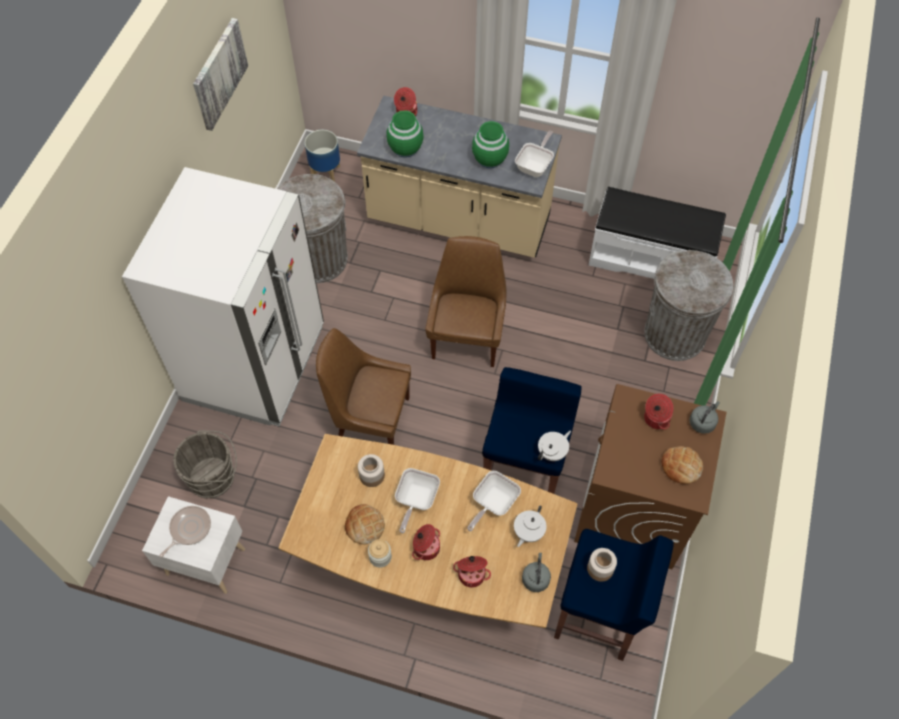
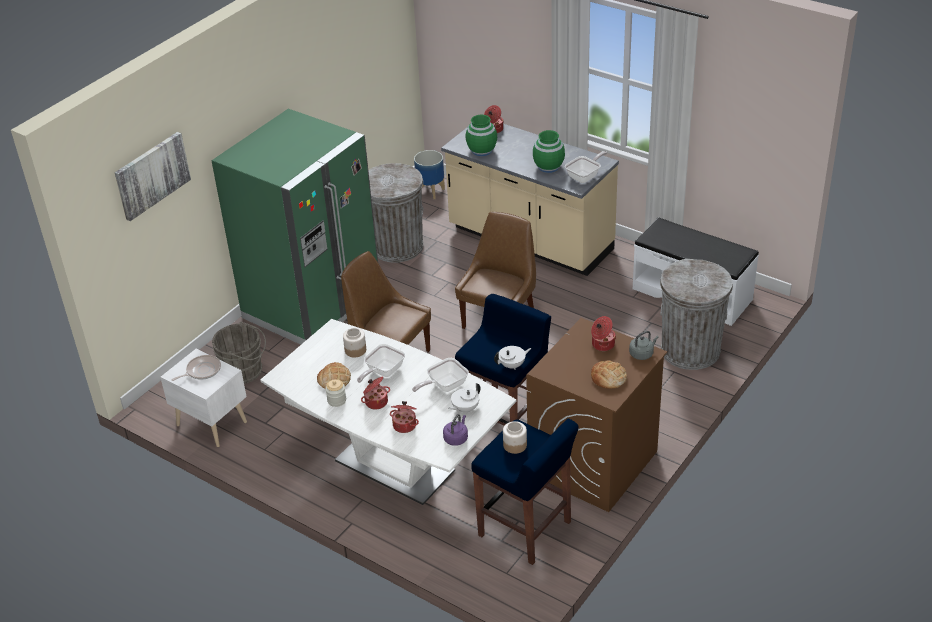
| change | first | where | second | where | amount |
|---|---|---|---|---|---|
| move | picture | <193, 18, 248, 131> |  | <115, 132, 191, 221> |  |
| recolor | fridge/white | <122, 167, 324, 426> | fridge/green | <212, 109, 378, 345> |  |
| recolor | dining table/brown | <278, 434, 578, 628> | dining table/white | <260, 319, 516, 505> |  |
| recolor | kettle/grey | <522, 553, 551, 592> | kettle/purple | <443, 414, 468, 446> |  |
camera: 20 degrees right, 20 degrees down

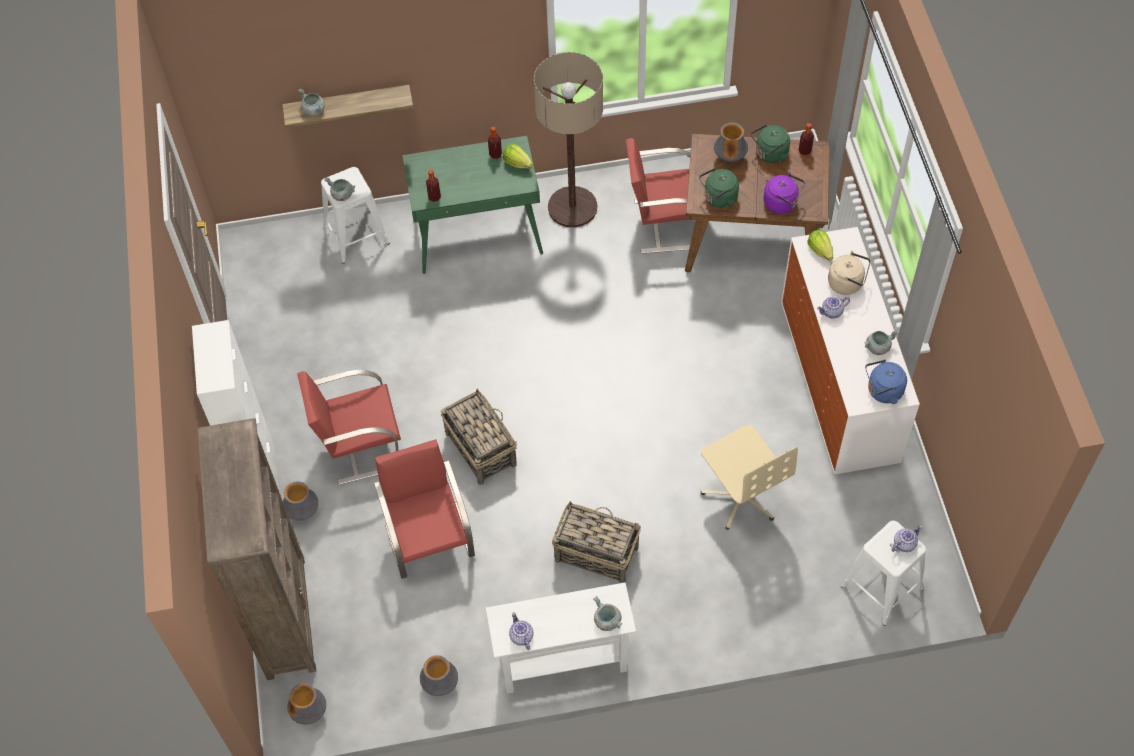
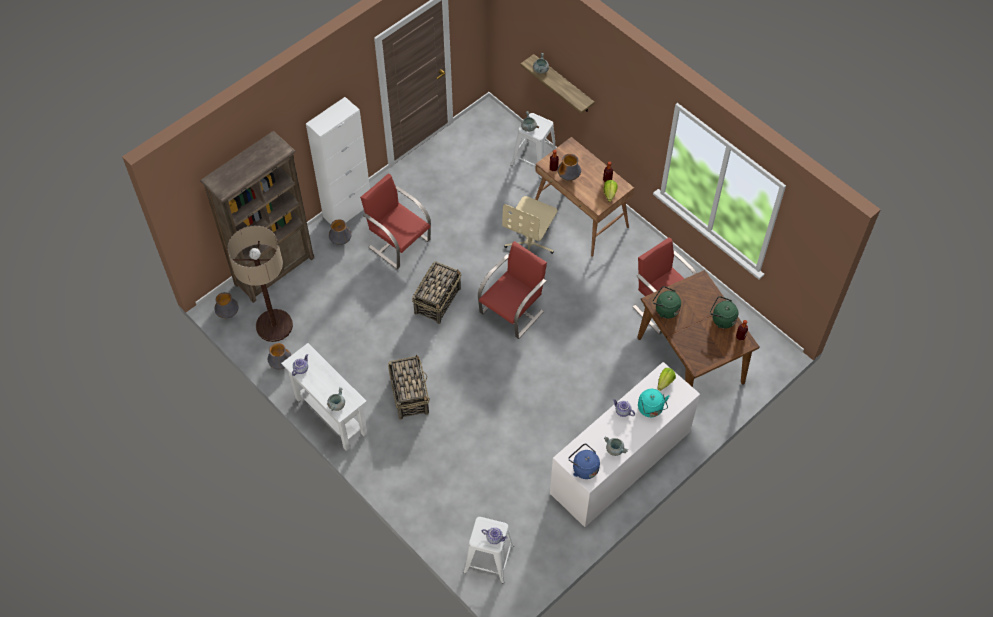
| change | first | where | second | where | amount |
|---|---|---|---|---|---|
| move | floor lamp | <534, 52, 603, 228> |  | <227, 225, 293, 342> |  |
| move | chair/red | <374, 439, 475, 579> |  | <478, 241, 547, 339> |  |
| move | office chair/beige | <701, 425, 798, 530> |  | <502, 196, 558, 254> |  |
| recolor | desk/green | <402, 136, 543, 274> | desk/brown | <535, 137, 634, 257> |  |
| move | vase | <714, 122, 748, 162> |  | <557, 154, 581, 181> |  |
| recolor | kettle/beige | <828, 251, 871, 295> | kettle/turquoise | <638, 389, 669, 417> |  |
| delete | kettle/purple | <763, 172, 805, 214> |  |  |  |
camera: 55 degrees right, 0 degrees up

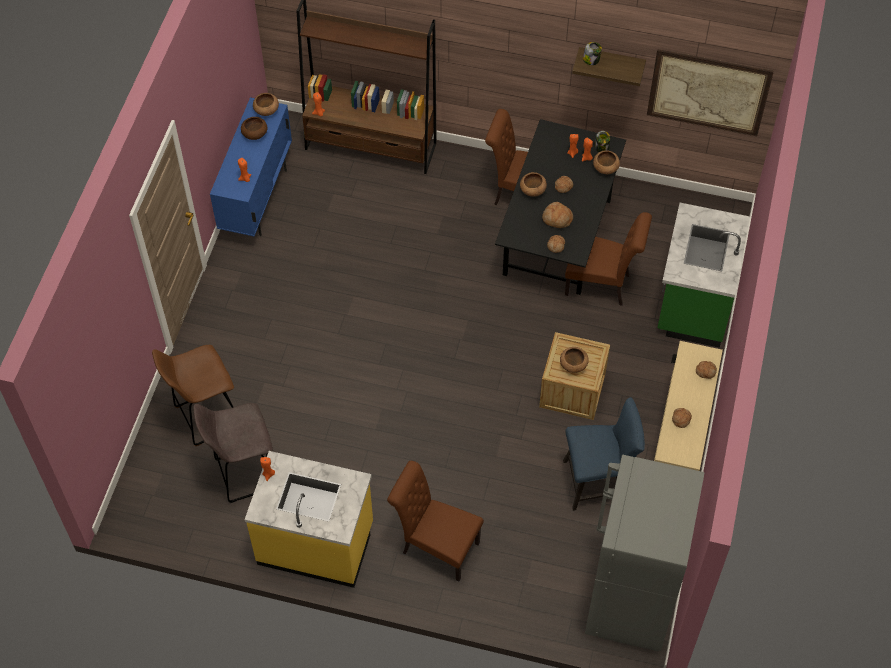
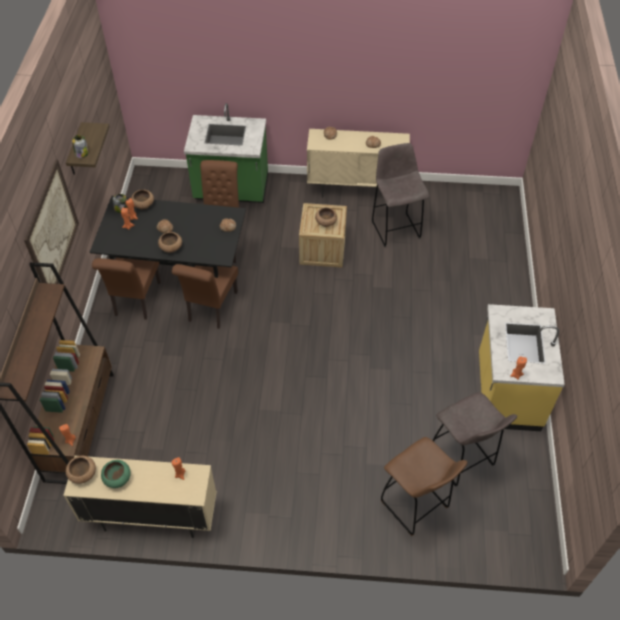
| change | first | where | second | where | amount |
|---|---|---|---|---|---|
| move | picture | <647, 49, 774, 136> |  | <24, 159, 79, 284> |  |
| recolor | cabinet/blue | <210, 98, 292, 236> | cabinet/beige | <63, 456, 217, 538> |  |
| recolor | bowl/brown | <241, 117, 267, 140> | bowl/green | <101, 460, 131, 488> |  |
| move | chair/brown | <387, 461, 484, 581> |  | <172, 264, 238, 329> |  |
| replace | chair/blue | <563, 397, 645, 511> | stool/grey | <372, 143, 429, 247> |  |
| delete | bread | <542, 202, 573, 228> |  |  |  |
| delete | fridge/grey | <585, 454, 705, 651> |  |  |  |
camera: 100 degrees left, 5 degrees down

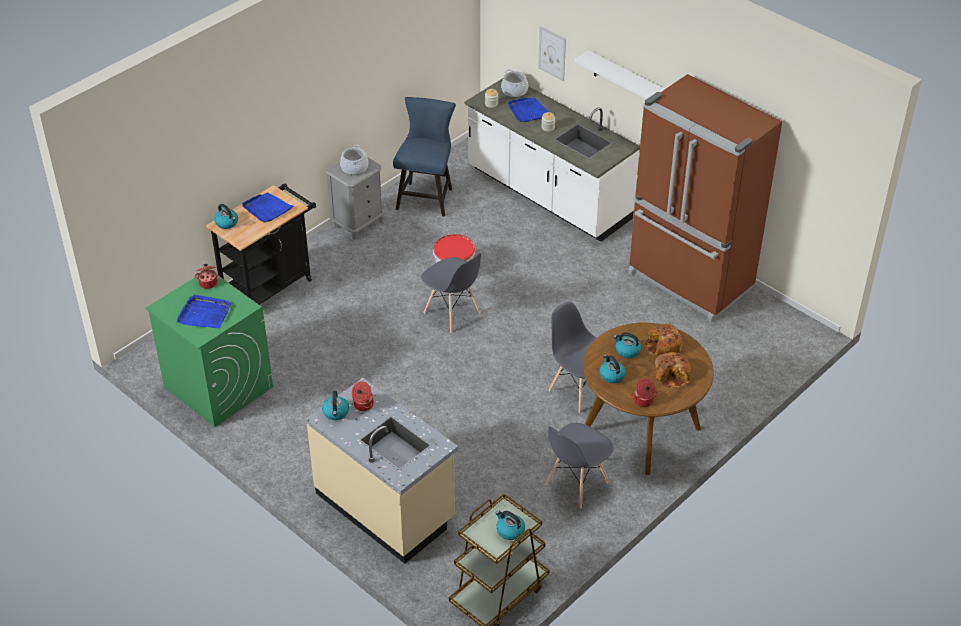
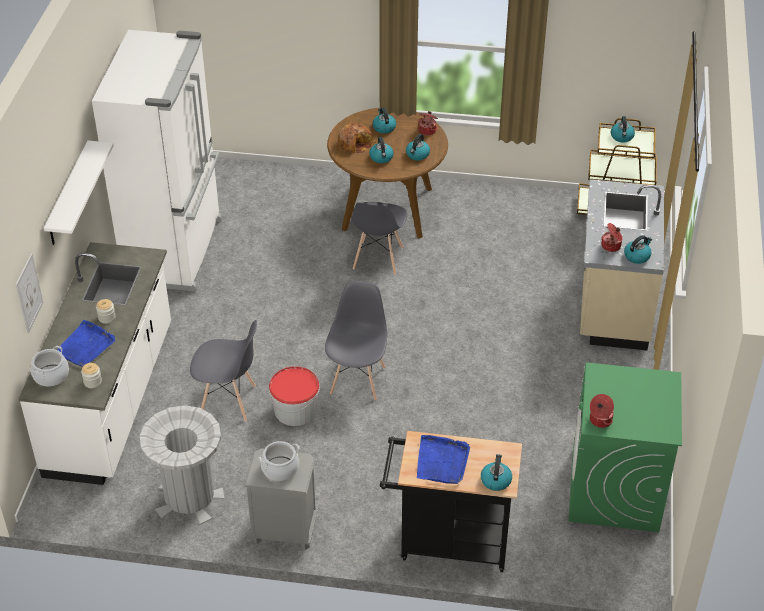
| change | first | where | second | where | amount |
|---|---|---|---|---|---|
| recolor | fridge/brown | <628, 74, 782, 322> | fridge/white | <92, 30, 222, 292> |  |
| replace | chair/blue | <393, 97, 456, 216> | trash can/grey | <140, 405, 224, 525> |  |
| move | chair/grey | <545, 423, 614, 509> |  | <190, 320, 257, 422> |  |
| replace | bread | <654, 352, 691, 388> | kettle | <373, 108, 396, 134> |  |
| delete | tray/blue | <177, 295, 231, 328> |  |  |  |
camera: 125 degrees left, 0 degrees up

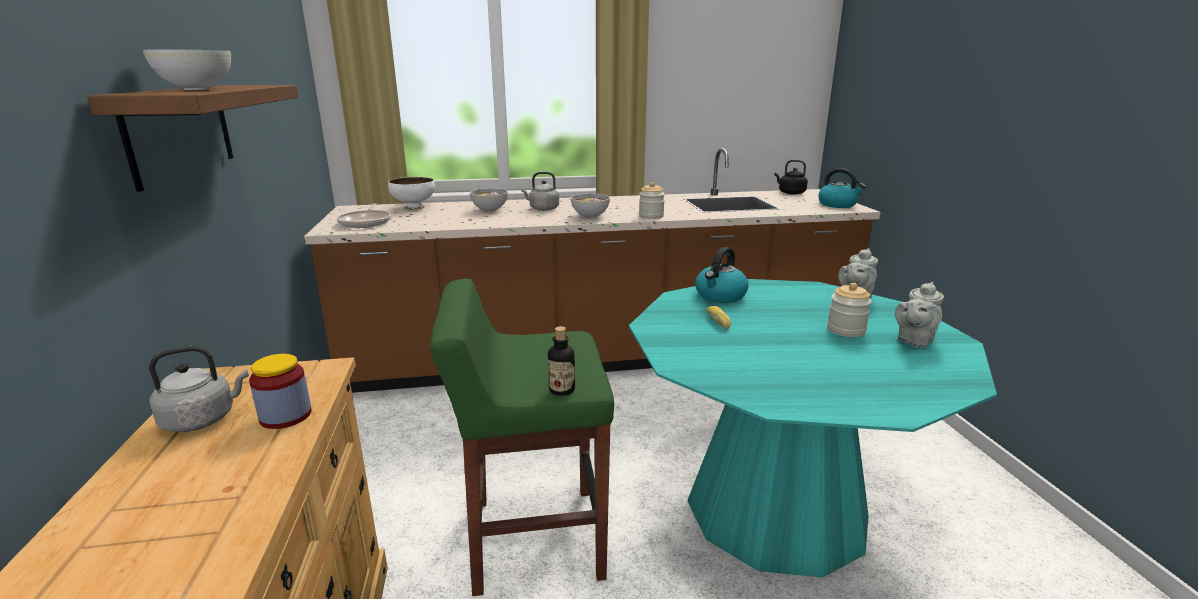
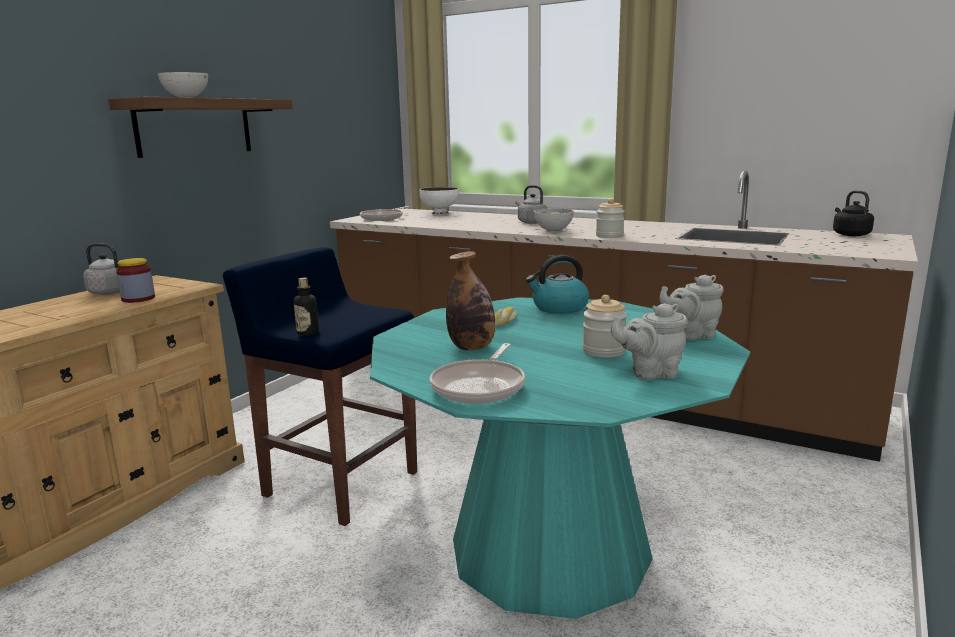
| change | first | where | second | where | amount |
|---|---|---|---|---|---|
| recolor | stool/green | <430, 278, 614, 596> | stool/blue | <223, 247, 417, 526> |  |
| insert |  |  | frying pan | <429, 343, 525, 404> |  |
| insert |  |  | bottle | <446, 251, 495, 350> |  |
| delete | bowl | <470, 188, 508, 212> |  |  |  |
| delete | kettle | <819, 168, 866, 208> |  |  |  |
camera: 40 degrees right, 5 degrees down

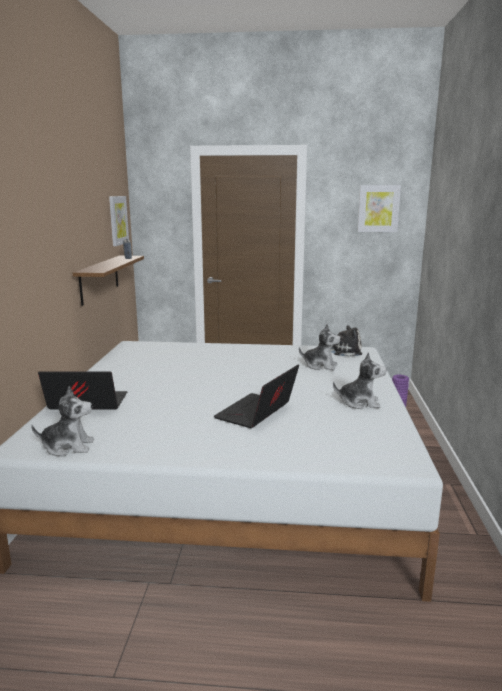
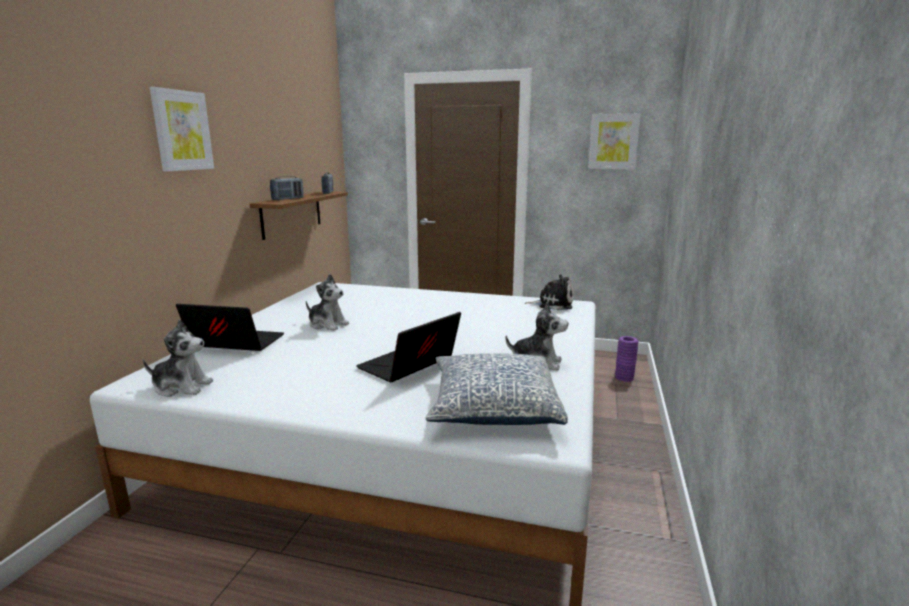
| change | first | where | second | where | amount |
|---|---|---|---|---|---|
| move | picture | <109, 196, 129, 246> |  | <149, 87, 214, 172> |  |
| insert |  |  | radio | <270, 176, 303, 200> |  |
| move | plush toy | <299, 324, 341, 370> |  | <306, 274, 349, 331> |  |
| insert |  |  | pillow | <425, 353, 568, 425> |  |
camera: 10 degrees right, 0 degrees up

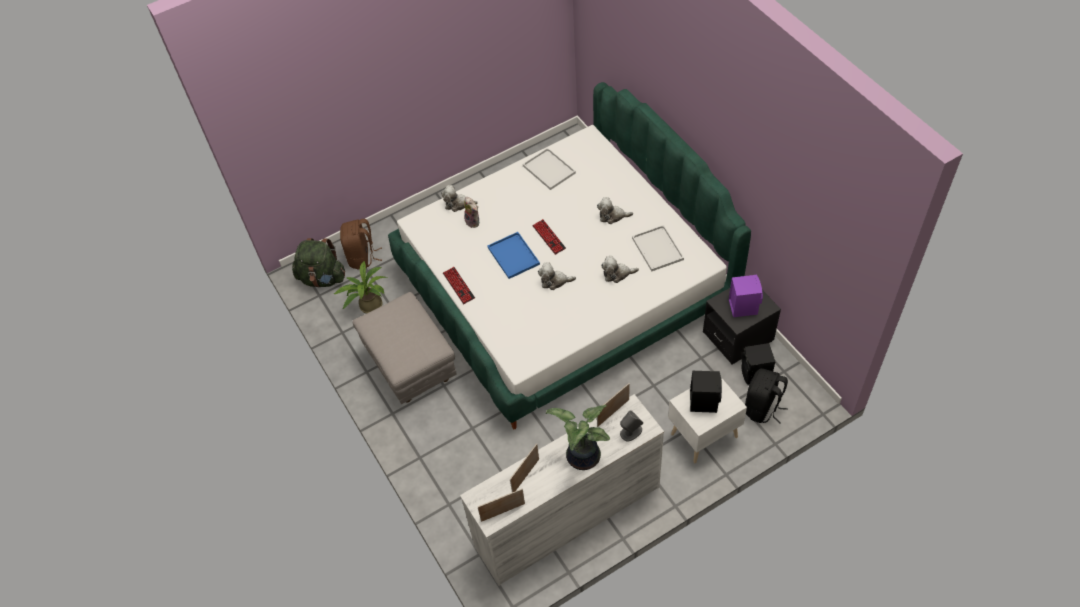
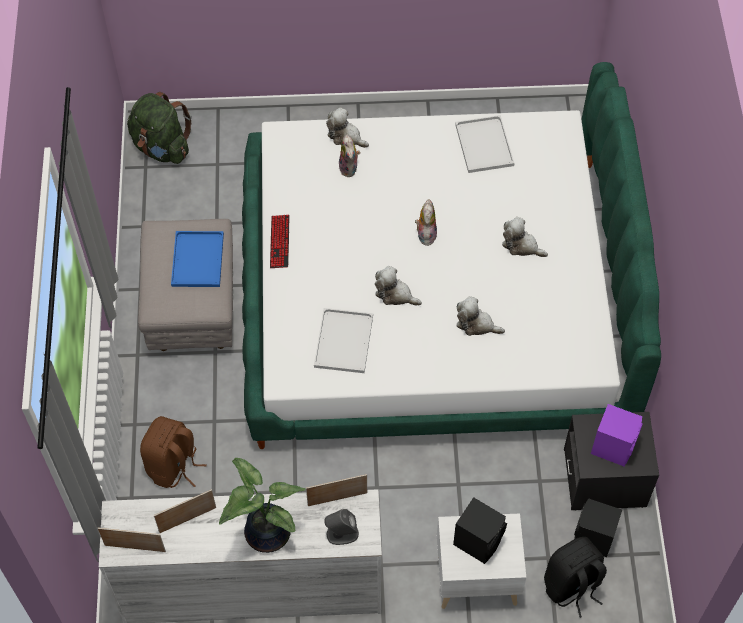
| change | first | where | second | where | amount |
|---|---|---|---|---|---|
| move | backpack/brown | <340, 219, 382, 269> |  | <140, 416, 207, 488> |  |
| move | tray/blue | <487, 232, 540, 279> |  | <171, 231, 224, 287> |  |
| move | tray/white | <632, 225, 684, 271> |  | <314, 308, 373, 373> |  |
| replace | keyboard | <532, 219, 566, 255> | plush toy | <415, 199, 437, 246> |  |
| delete | potted plant | <334, 261, 387, 314> |  |  |  |
camera: 25 degrees right, 5 degrees up

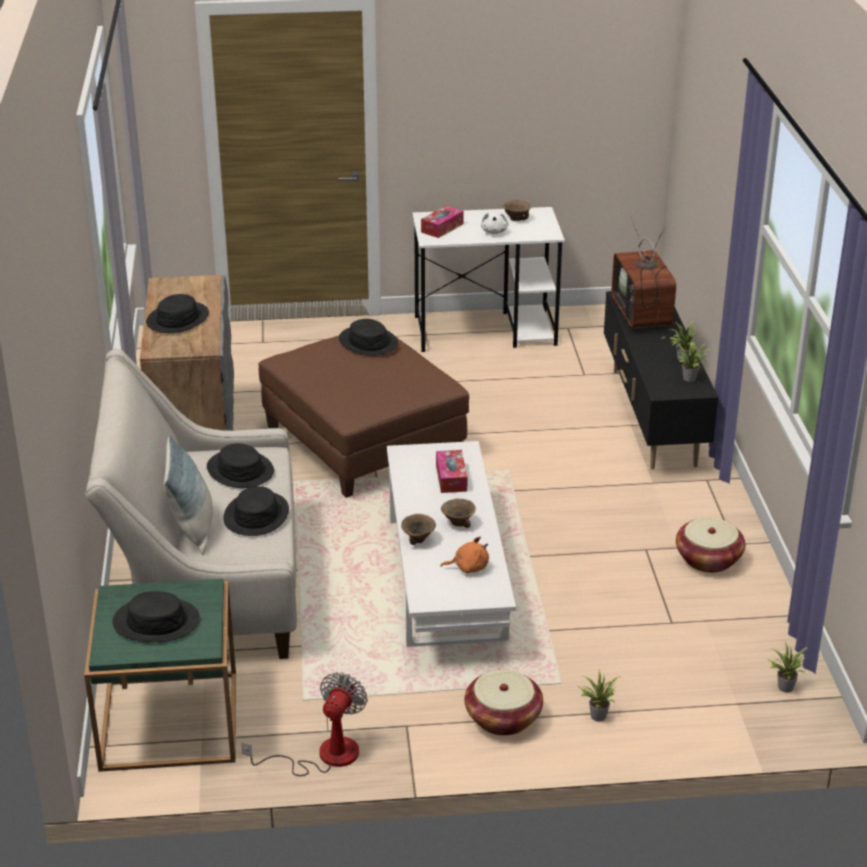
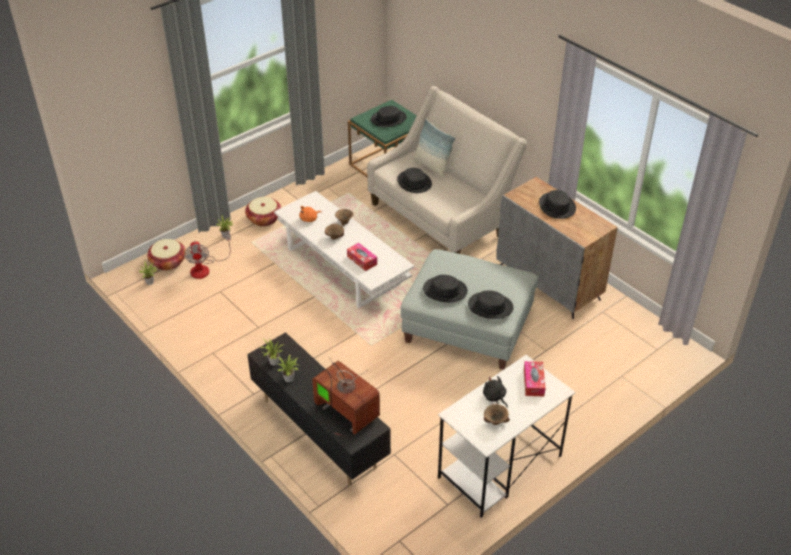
| change | first | where | second | where | amount |
|---|---|---|---|---|---|
| move | basket | <676, 517, 746, 573> |  | <147, 239, 186, 270> |  |
| move | fan | <241, 672, 367, 776> |  | <184, 234, 231, 279> |  |
| recolor | ottoman/brown | <258, 330, 469, 498> | ottoman/grey | <401, 249, 538, 370> |  |
| move | hat/black | <207, 443, 274, 488> |  | <423, 275, 468, 302> |  |
| recolor | plush toy/white | <481, 211, 508, 234> | plush toy/black | <483, 376, 508, 408> |  |
camera: 145 degrees right, 10 degrees up

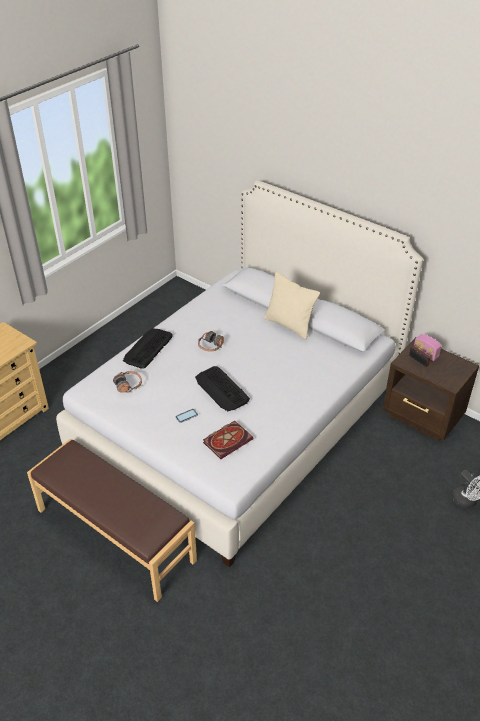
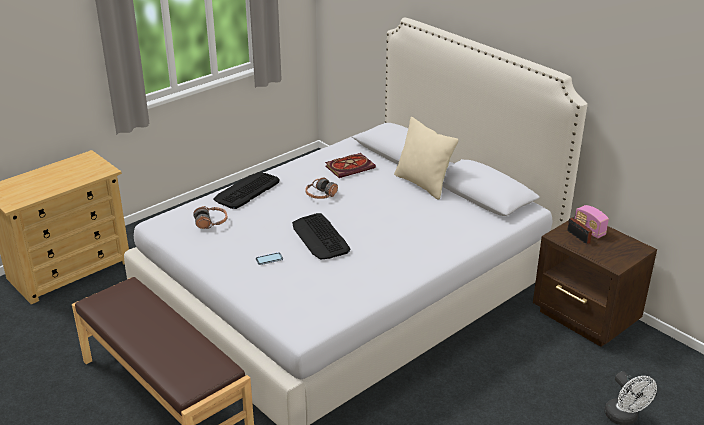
| change | first | where | second | where | amount |
|---|---|---|---|---|---|
| move | book | <203, 421, 254, 459> |  | <325, 153, 376, 178> |  |
camera: 10 degrees right, 10 degrees down

